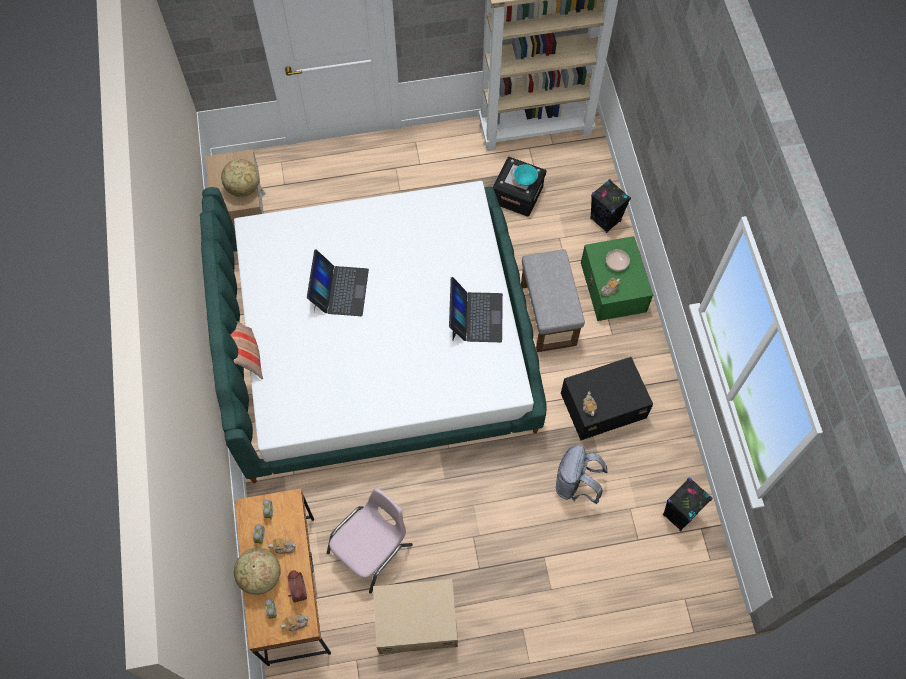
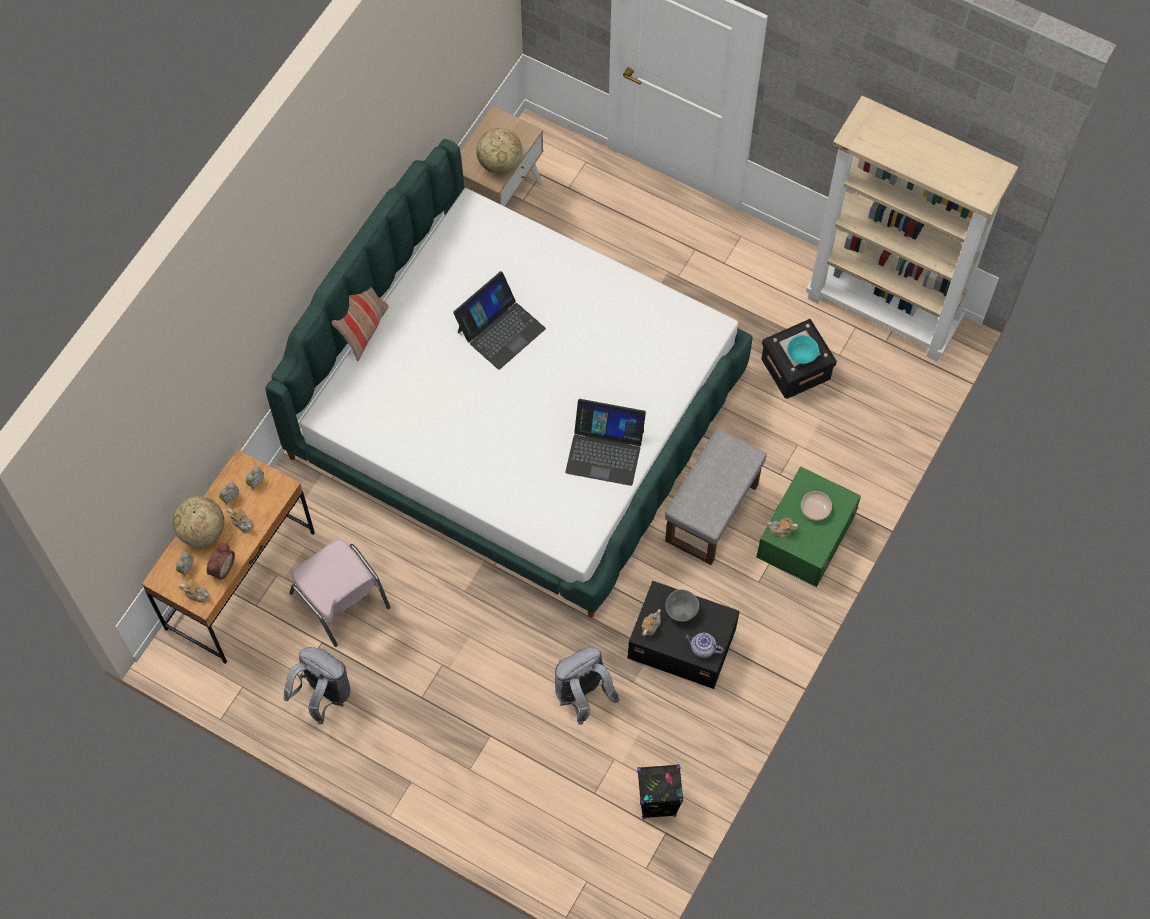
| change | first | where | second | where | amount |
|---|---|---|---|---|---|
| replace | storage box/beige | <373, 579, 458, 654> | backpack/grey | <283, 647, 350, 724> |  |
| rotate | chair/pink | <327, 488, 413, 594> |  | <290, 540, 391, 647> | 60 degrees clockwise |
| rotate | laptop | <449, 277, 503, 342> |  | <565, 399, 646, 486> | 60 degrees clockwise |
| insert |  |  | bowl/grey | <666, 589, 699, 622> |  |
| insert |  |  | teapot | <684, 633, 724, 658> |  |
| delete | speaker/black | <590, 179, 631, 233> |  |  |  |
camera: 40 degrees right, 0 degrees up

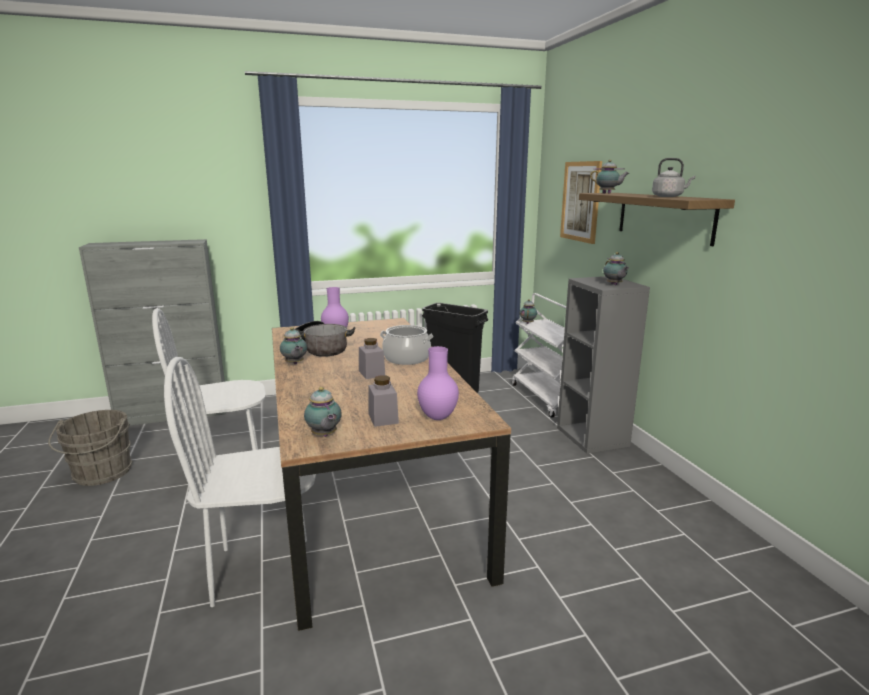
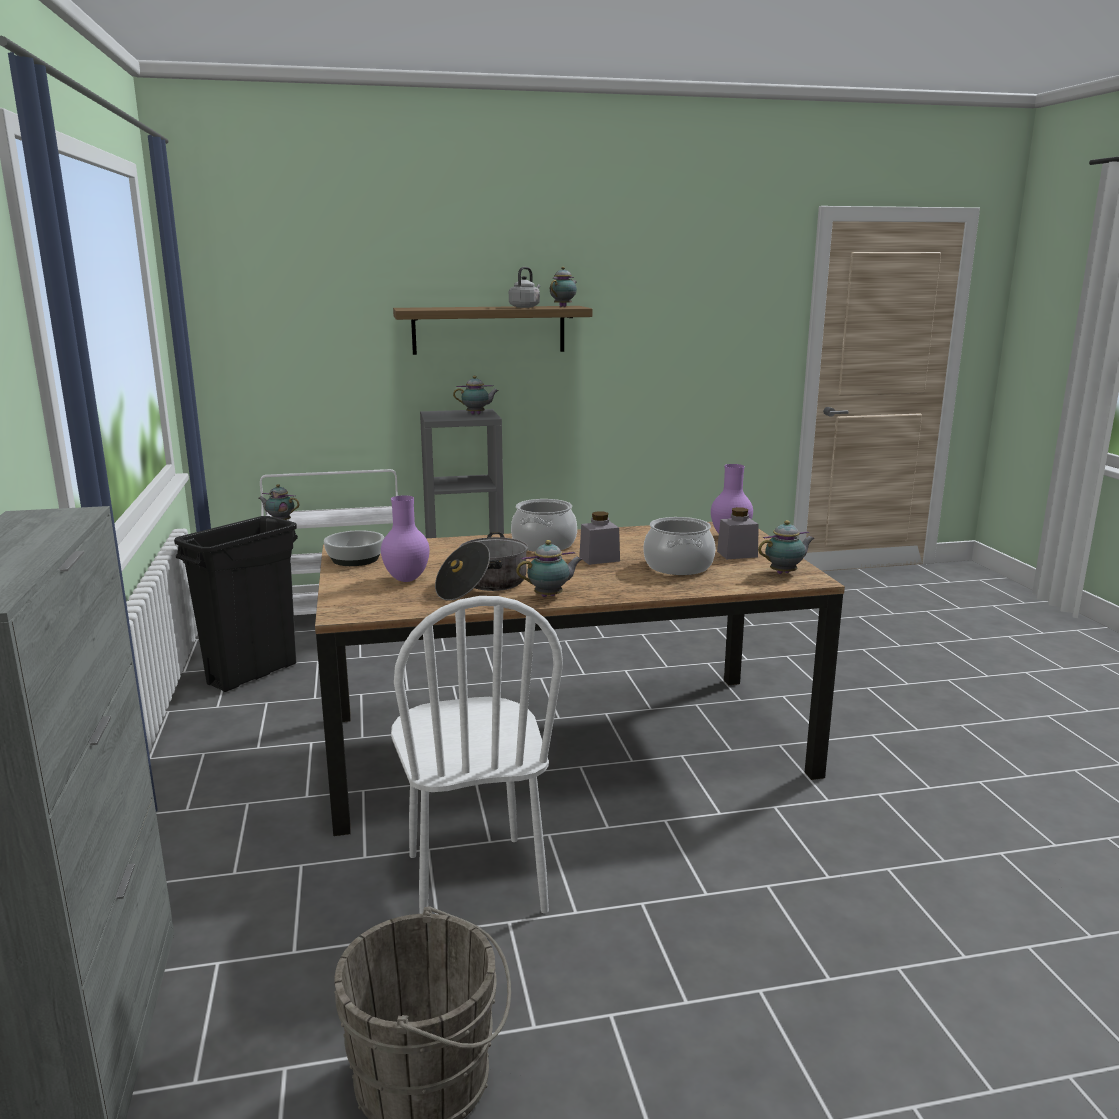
| change | first | where | second | where | amount |
|---|---|---|---|---|---|
| insert |  |  | bowl | <324, 530, 384, 566> |  |
| move | teapot | <590, 160, 630, 194> |  | <550, 267, 577, 307> |  |
| insert |  |  | cooking pot | <643, 517, 715, 575> |  |
| delete | chair/white | <164, 357, 316, 607> |  |  |  |
| delete | picture | <560, 161, 602, 244> |  |  |  |
camera: 85 degrees left, 0 degrees up

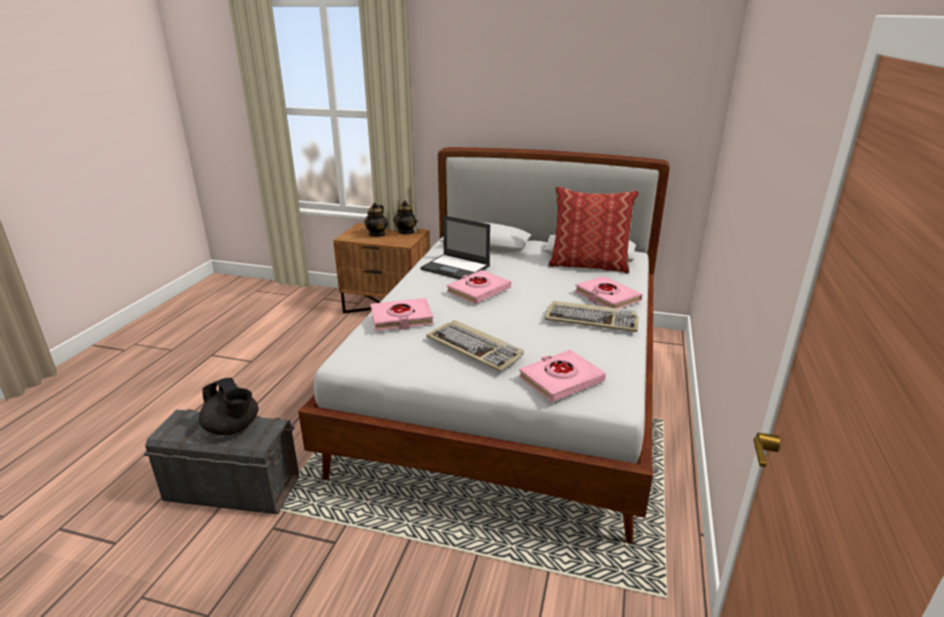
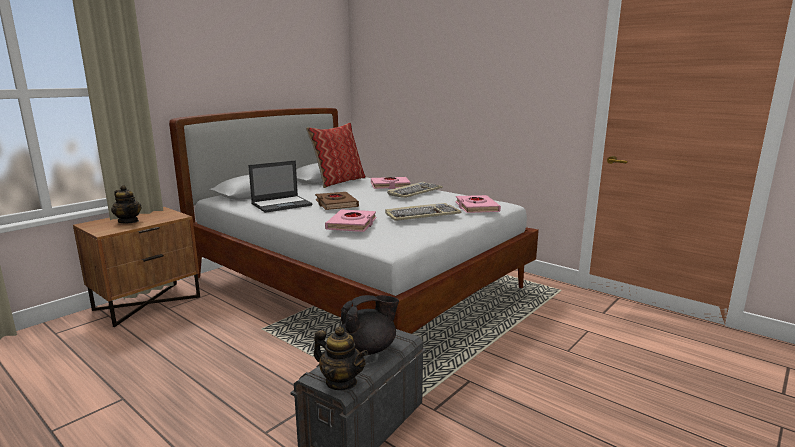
| change | first | where | second | where | amount |
|---|---|---|---|---|---|
| move | teapot | <393, 201, 418, 235> |  | <314, 327, 368, 390> |  |
| recolor | book/pink | <446, 270, 511, 304> | book/brown | <315, 192, 359, 210> |  |
camera: 65 degrees left, 10 degrees down

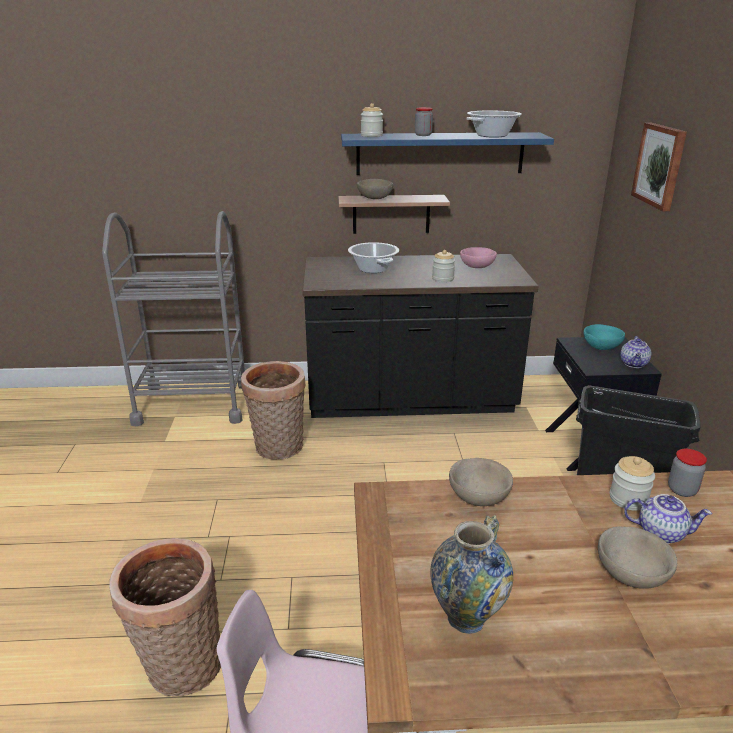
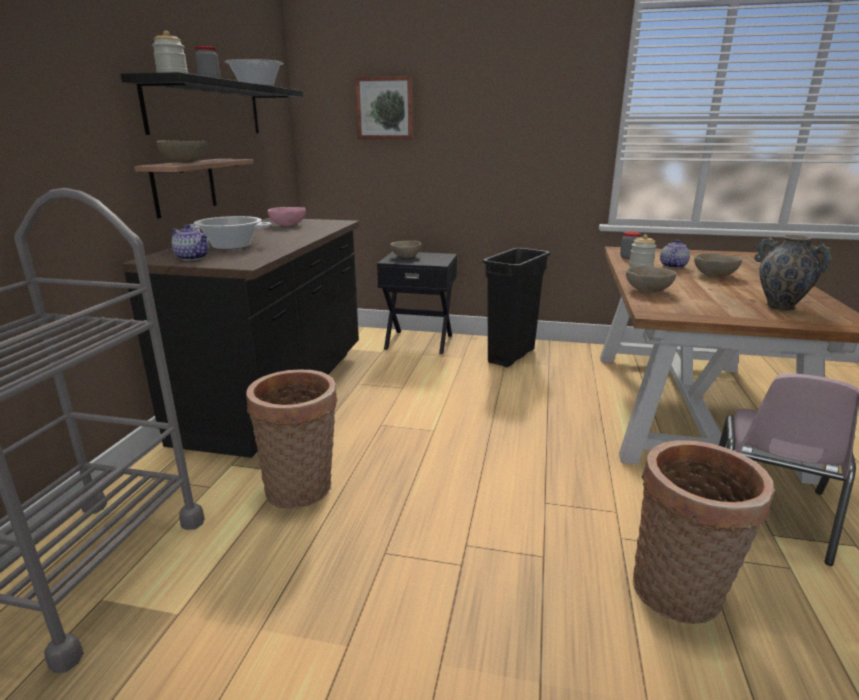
| change | first | where | second | where | amount |
|---|---|---|---|---|---|
| recolor | shelf/blue | <341, 132, 554, 175> | shelf/black | <121, 72, 303, 135> |  |
| move | teapot | <620, 336, 651, 368> |  | <171, 224, 209, 261> |  |
| recolor | bowl/turquoise | <583, 324, 625, 350> | bowl/beige | <390, 240, 422, 258> |  |
| delete | jar | <432, 250, 455, 283> |  |  |  |
camera: 75 degrees left, 5 degrees down

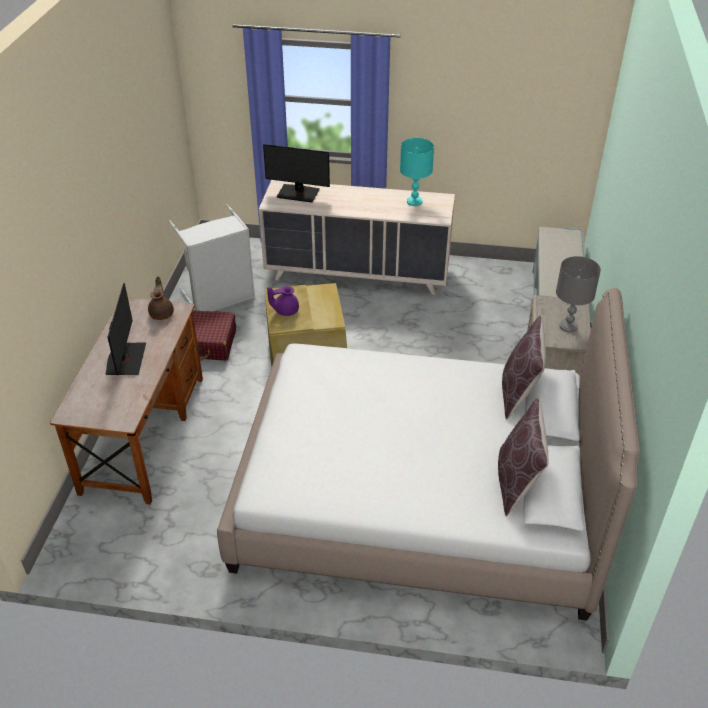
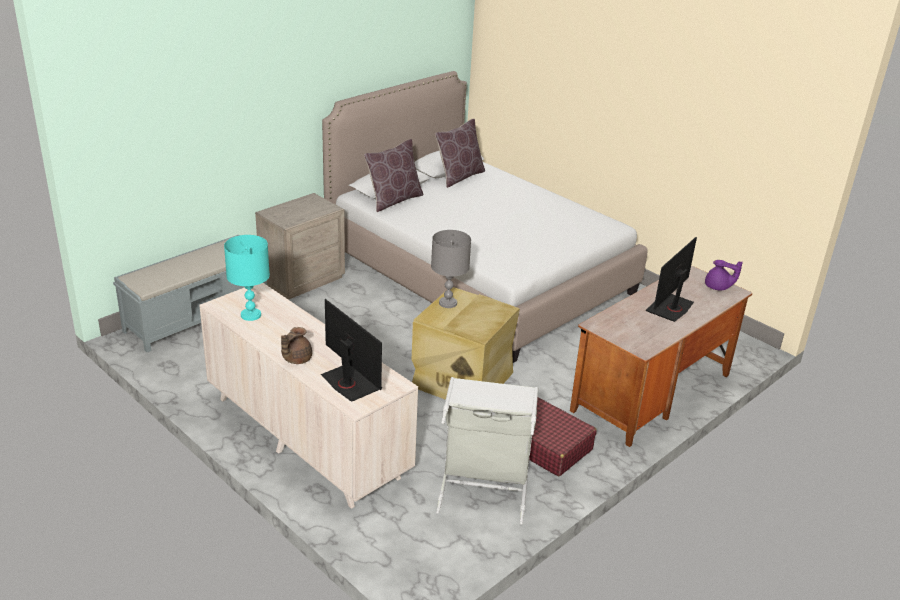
| change | first | where | second | where | amount |
|---|---|---|---|---|---|
| move | teapot/brown | <148, 276, 174, 320> |  | <281, 327, 312, 364> |  |
| move | table lamp/grey | <556, 256, 601, 332> |  | <431, 230, 471, 308> |  |
| move | teapot/purple | <267, 286, 299, 316> |  | <705, 260, 743, 290> |  |
camera: 145 degrees left, 10 degrees down

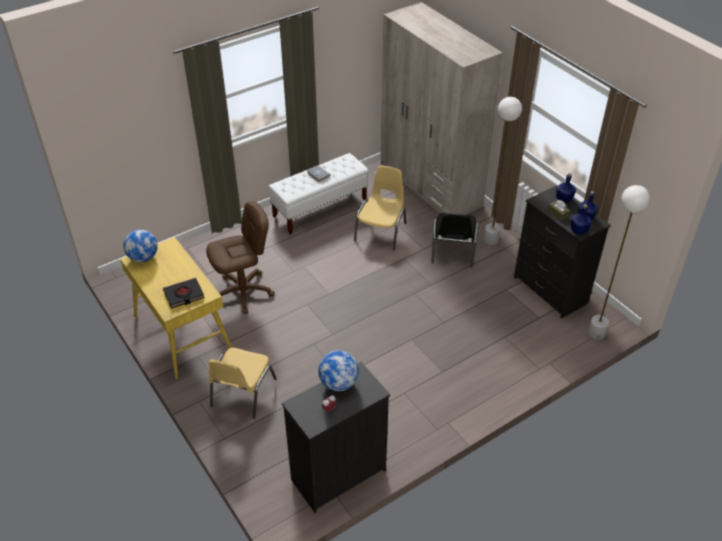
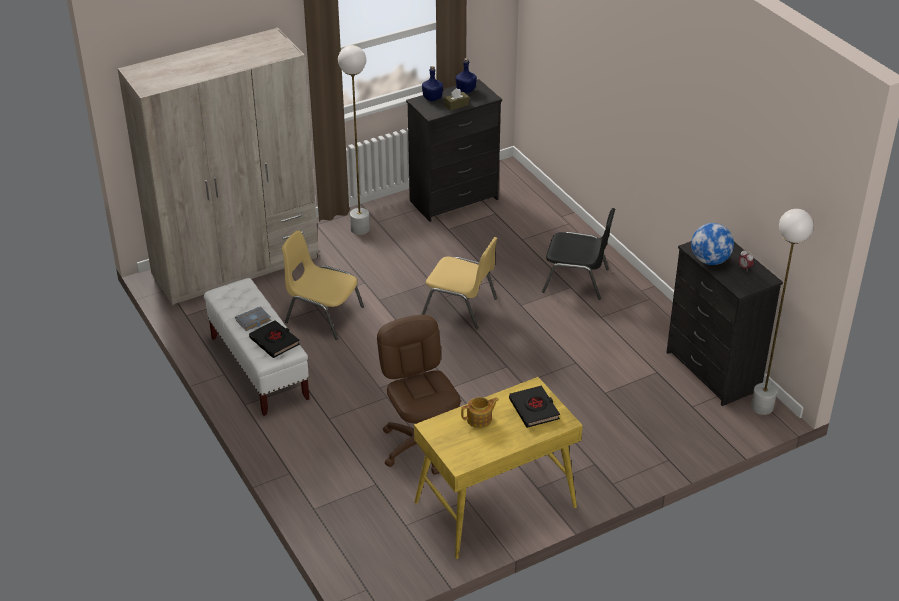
| change | first | where | second | where | amount |
|---|---|---|---|---|---|
| insert |  |  | book/black | <249, 320, 300, 358> |  |
| move | chair/yellow | <208, 348, 277, 419> |  | <421, 237, 497, 330> |  |
| insert |  |  | teapot | <461, 397, 499, 428> |  |
| move | chair/black | <431, 213, 479, 267> |  | <542, 208, 615, 300> |  |
| move | floor lamp/white | <588, 185, 650, 339> |  | <751, 209, 813, 415> |  |
| delete | globe | <123, 229, 158, 262> |  |  |  |
| delete | bottle/blue | <571, 204, 592, 235> |  |  |  |
camera: 85 degrees left, 5 degrees down

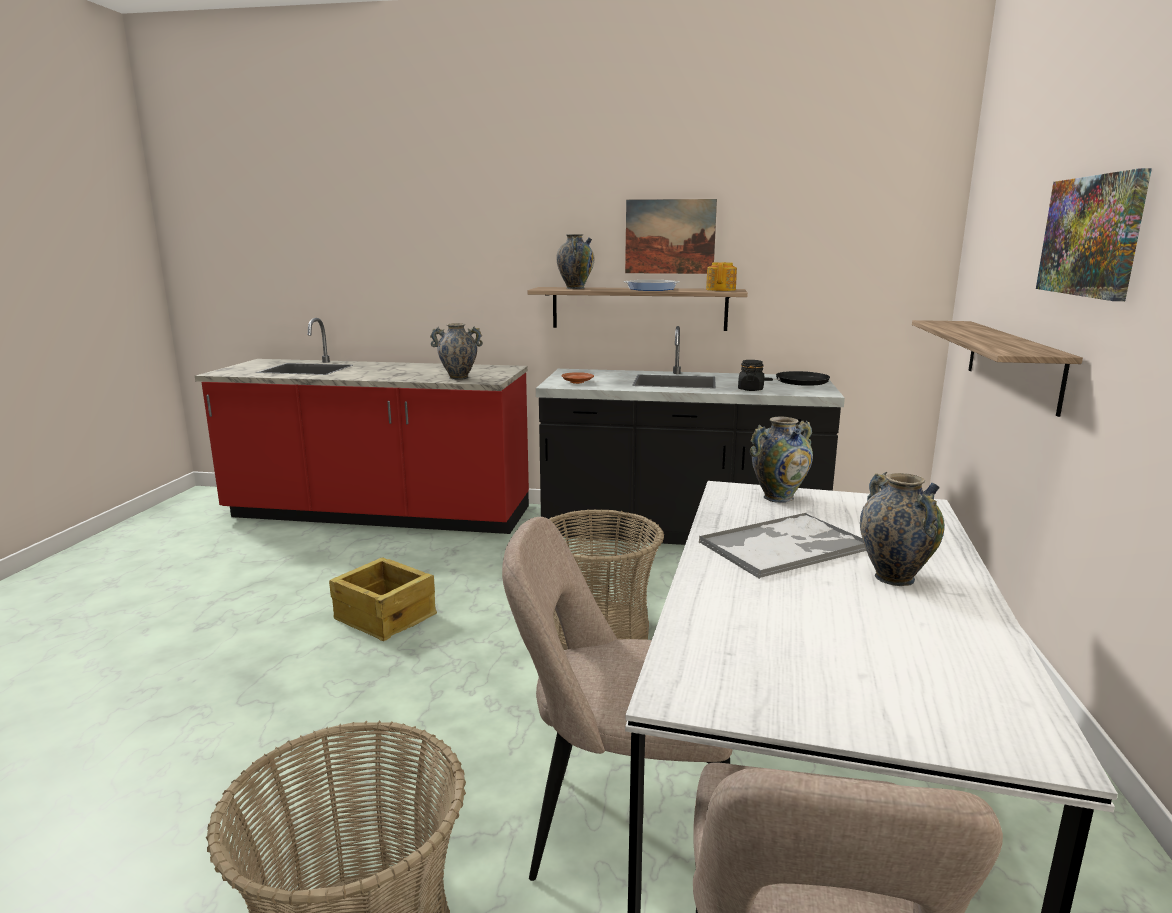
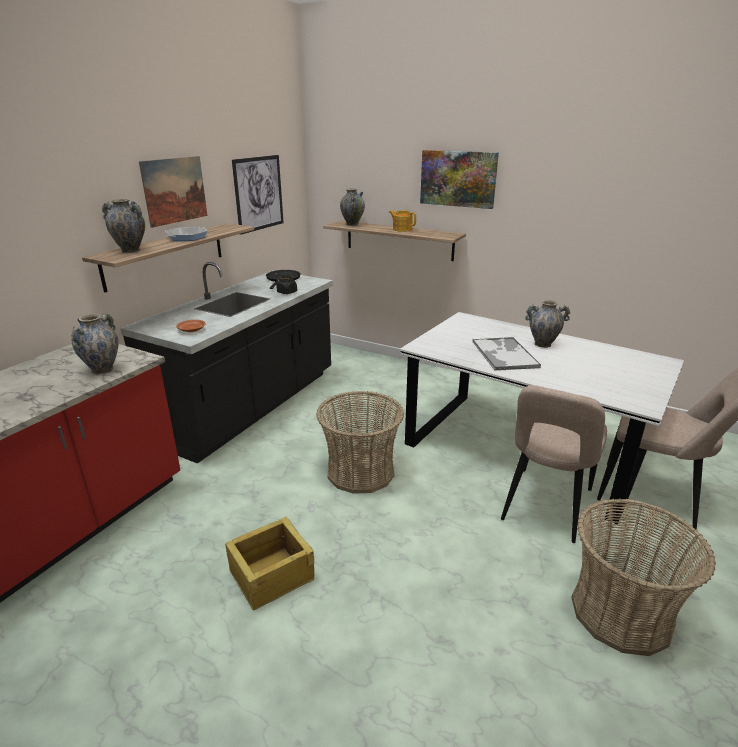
| change | first | where | second | where | amount |
|---|---|---|---|---|---|
| insert |  |  | picture | <232, 155, 284, 235> |  |
| move | vase | <750, 417, 813, 503> |  | <340, 189, 365, 226> |  |
| move | teapot | <706, 262, 737, 291> |  | <389, 210, 416, 232> |  |
camera: 70 degrees left, 10 degrees up

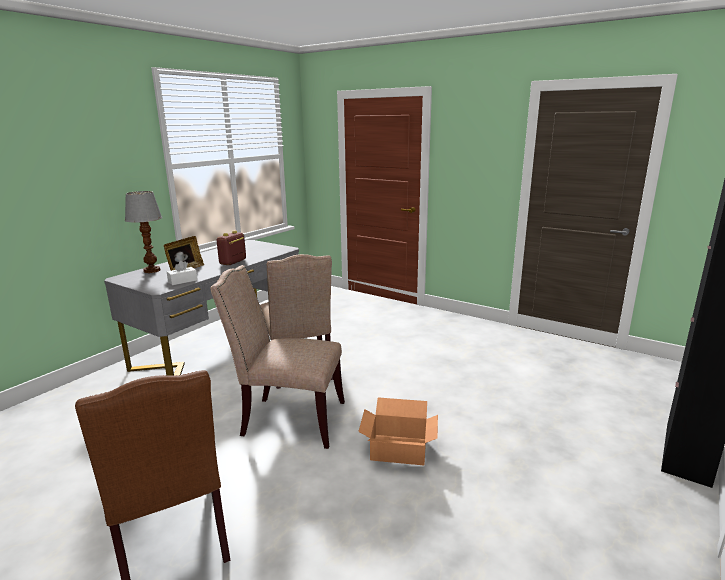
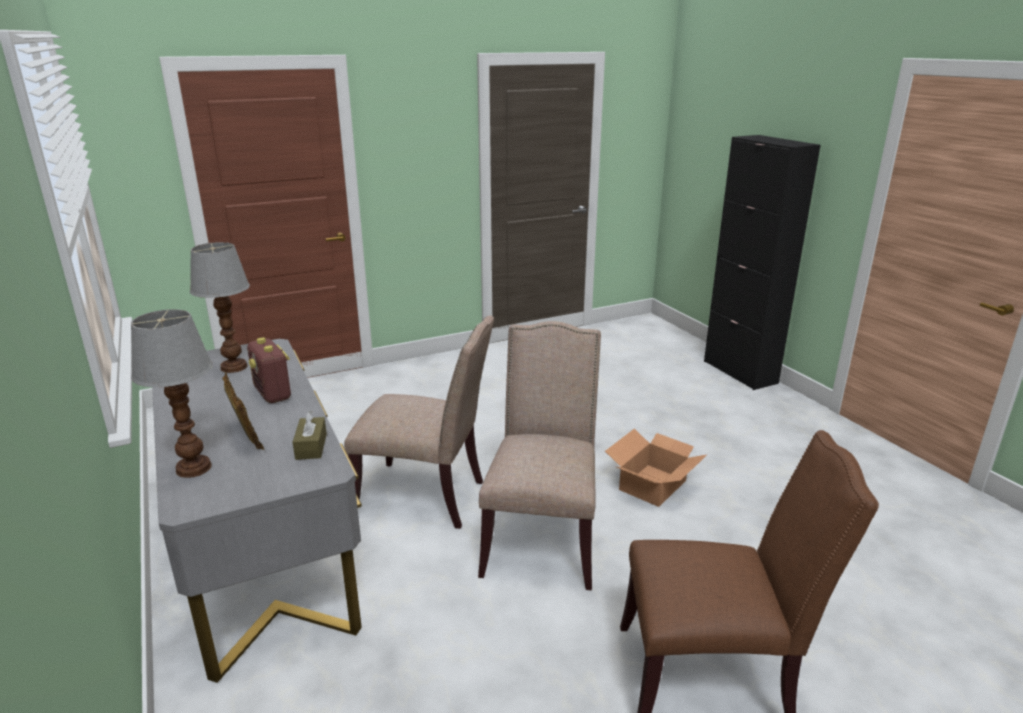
| change | first | where | second | where | amount |
|---|---|---|---|---|---|
| insert |  |  | table lamp | <190, 242, 250, 373> |  |
| recolor | tissue box/white | <167, 260, 198, 285> | tissue box/brown | <293, 410, 327, 460> |  |
| rotate | chair/beige | <210, 265, 345, 449> |  | <478, 321, 601, 591> | 150 degrees clockwise |
camera: 60 degrees left, 5 degrees up

